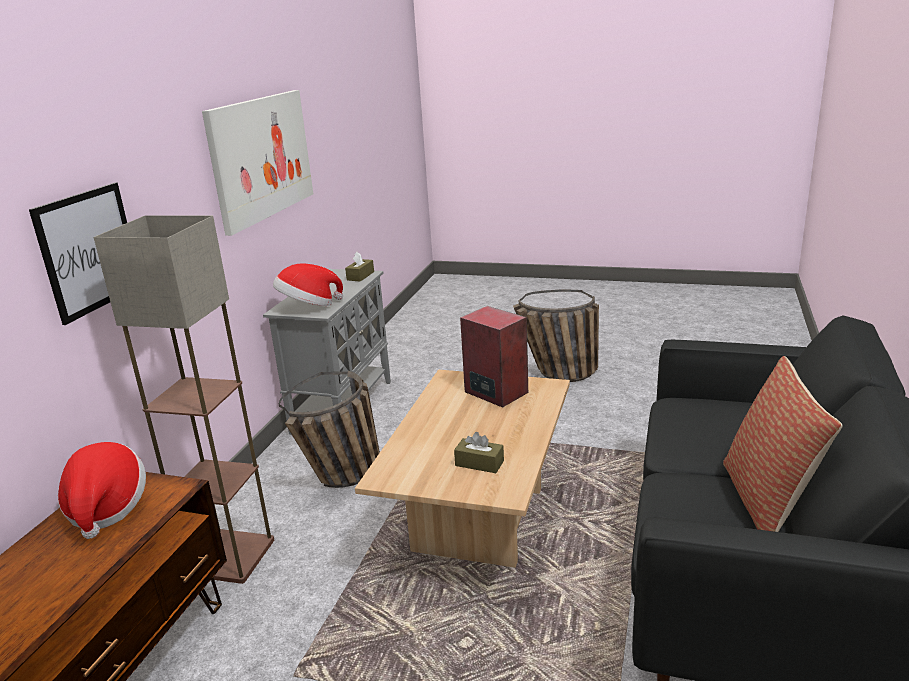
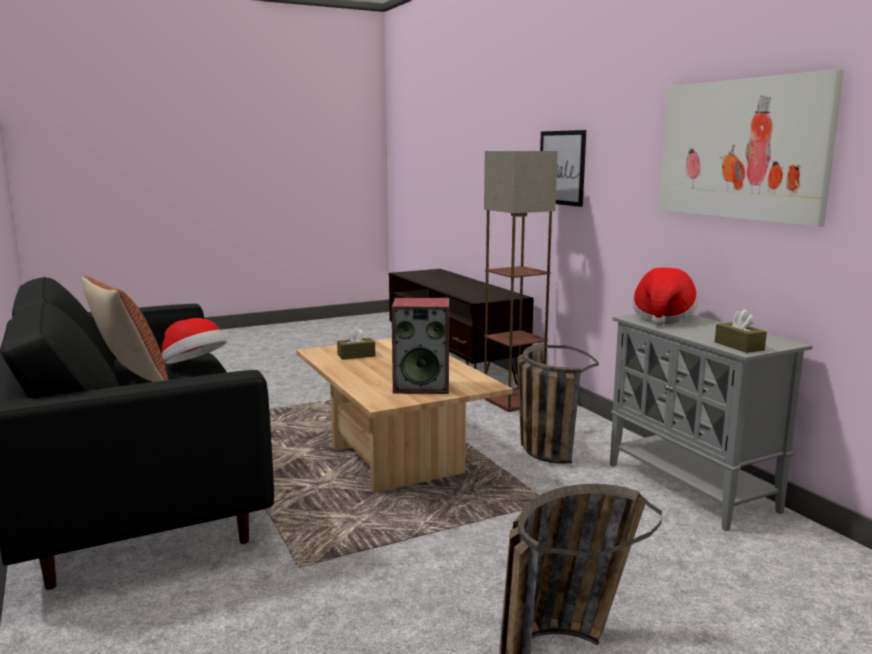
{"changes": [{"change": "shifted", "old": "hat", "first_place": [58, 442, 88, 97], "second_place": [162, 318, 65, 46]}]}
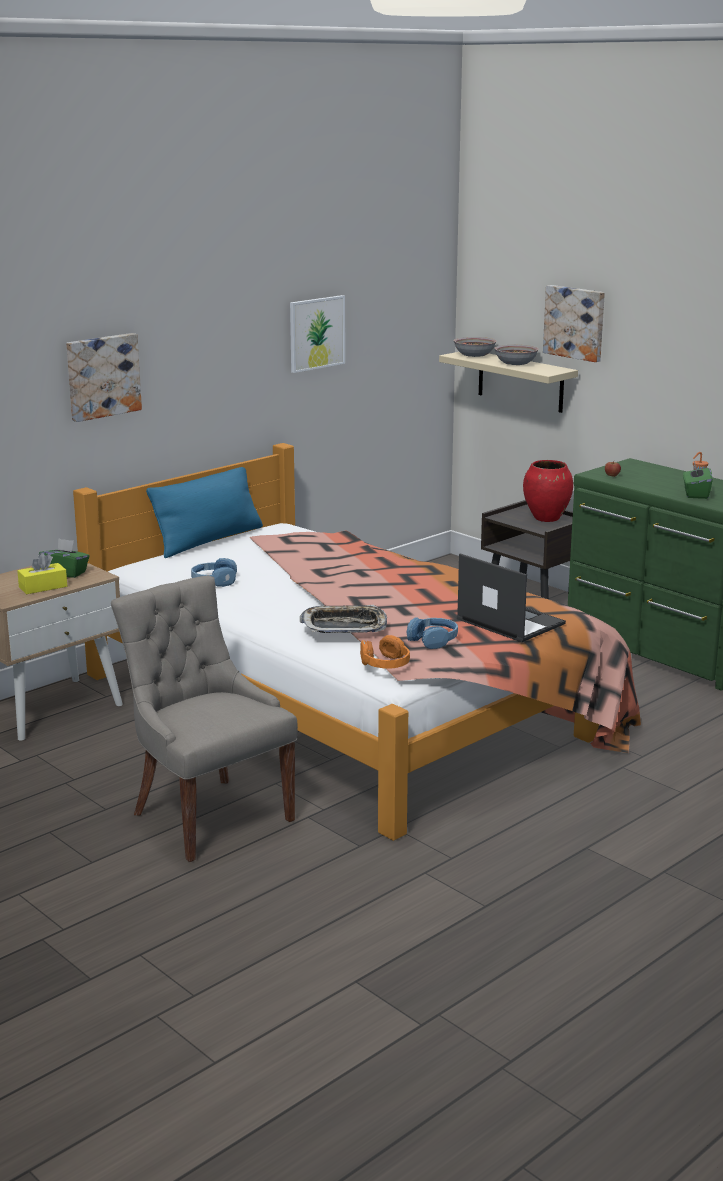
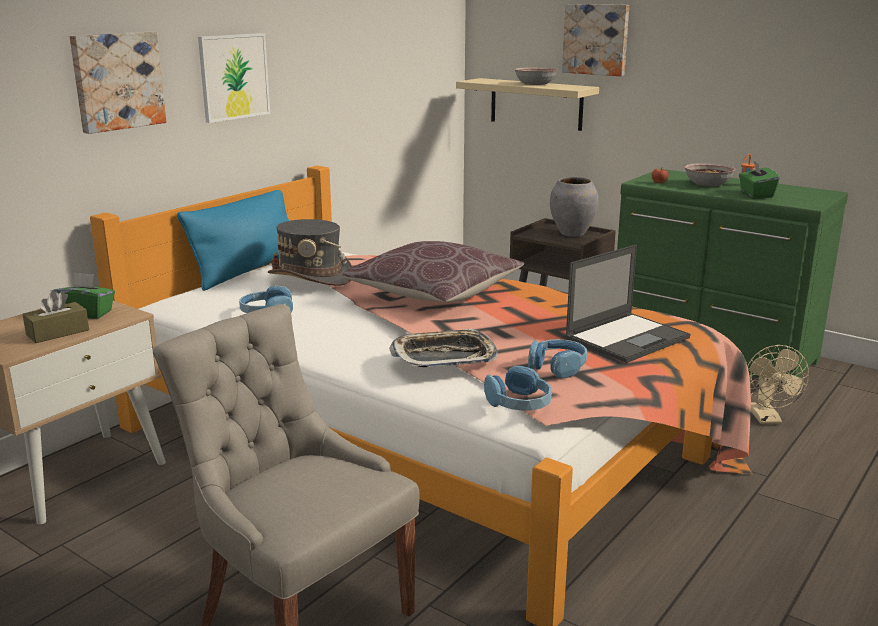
{"changes": [{"change": "repainted", "old": "yellow tissue box", "new": "brown tissue box", "first_place": [17, 553, 50, 41], "second_place": [22, 290, 67, 53]}, {"change": "shifted", "old": "picture", "first_place": [290, 295, 55, 78], "second_place": [198, 33, 72, 90]}, {"change": "repainted", "old": "orange headphones", "new": "blue headphones", "first_place": [360, 635, 50, 34], "second_place": [484, 366, 68, 45]}, {"change": "shifted", "old": "bowl", "first_place": [454, 337, 42, 20], "second_place": [684, 163, 52, 23]}, {"change": "rotated", "old": "laptop", "first_place": [457, 554, 109, 88], "second_place": [565, 245, 126, 118], "degrees": 105}, {"change": "repainted", "old": "red vase", "new": "grey vase", "first_place": [523, 460, 50, 62], "second_place": [550, 177, 48, 60]}, {"change": "new", "new": "grey hat", "second_place": [268, 219, 84, 67]}, {"change": "new", "new": "brown pillow", "second_place": [342, 241, 182, 62]}, {"change": "new", "new": "beige fan", "second_place": [747, 345, 62, 79]}]}
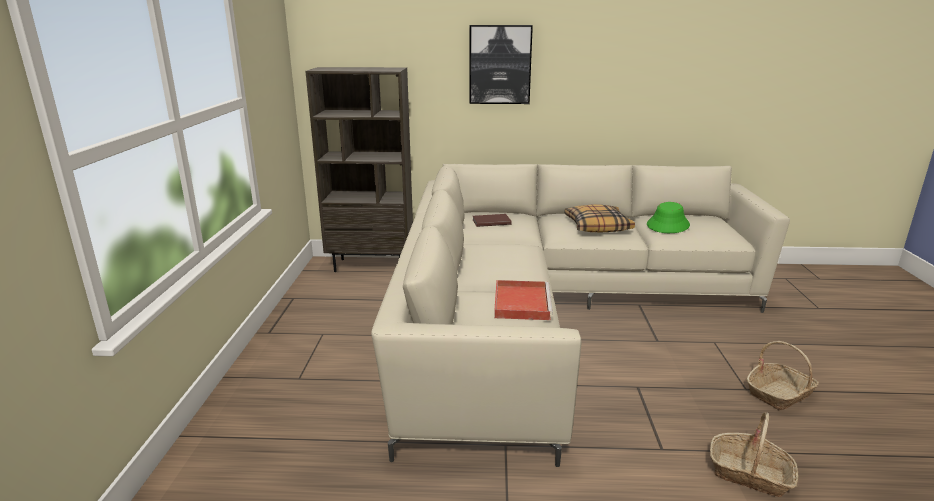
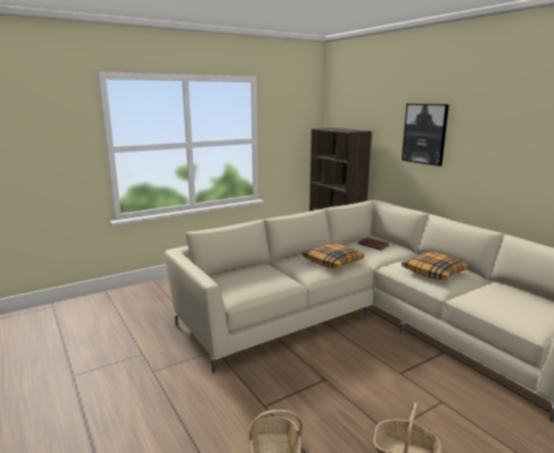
{"changes": [{"change": "gone", "old": "red tray", "first_place": [494, 280, 59, 40]}, {"change": "gone", "old": "green hat", "first_place": [647, 202, 43, 31]}, {"change": "new", "new": "pillow", "second_place": [303, 243, 61, 26]}]}
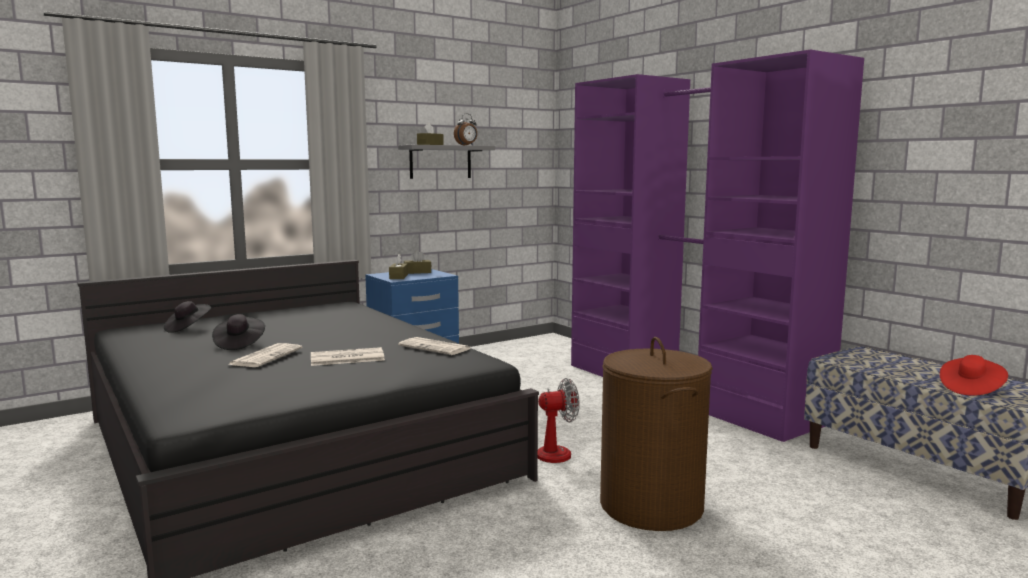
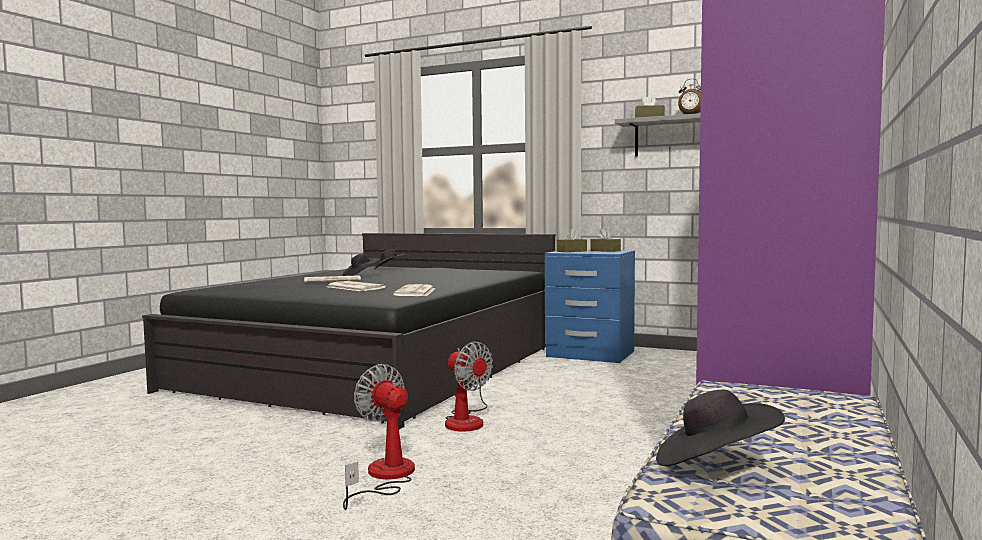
{"changes": [{"change": "swapped", "old": "brown laundry basket", "new": "fan", "first_place": [600, 337, 113, 194], "second_place": [343, 364, 72, 146]}, {"change": "repainted", "old": "red hat", "new": "black hat", "first_place": [940, 355, 68, 41], "second_place": [656, 390, 129, 76]}]}
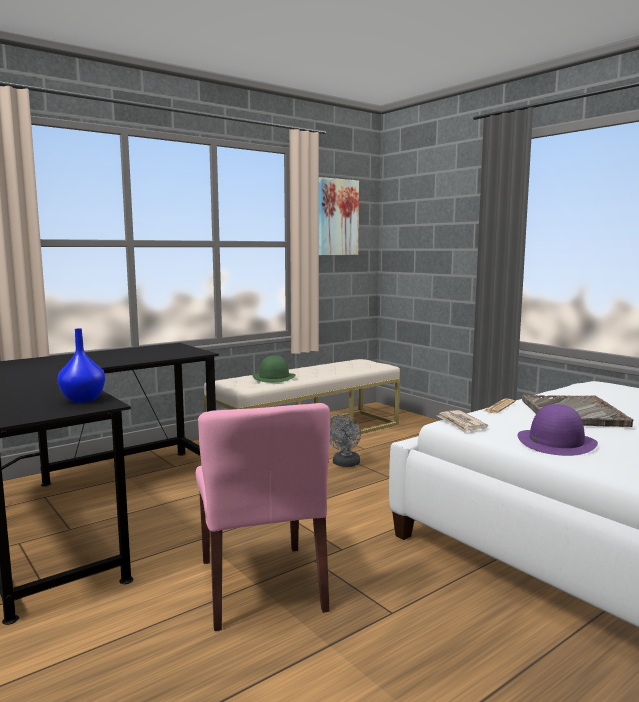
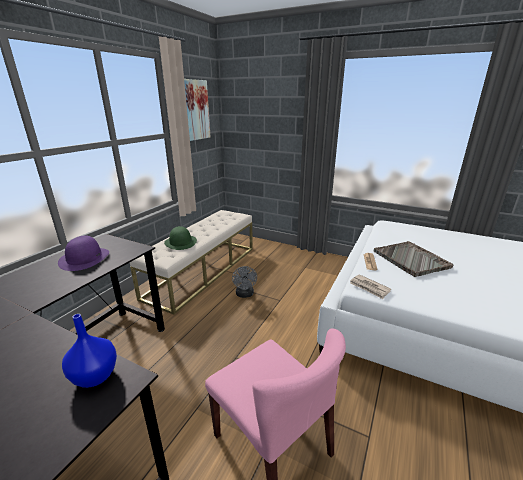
{"changes": [{"change": "shifted", "old": "purple hat", "first_place": [517, 404, 81, 52], "second_place": [58, 235, 51, 36]}]}
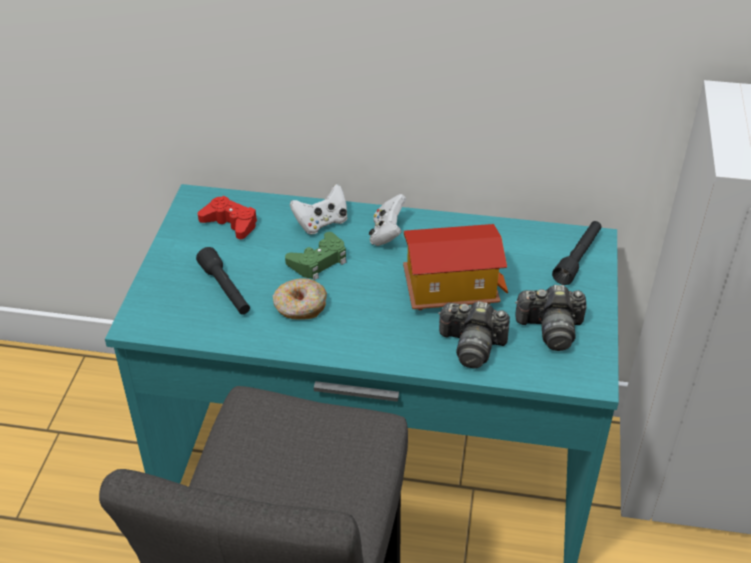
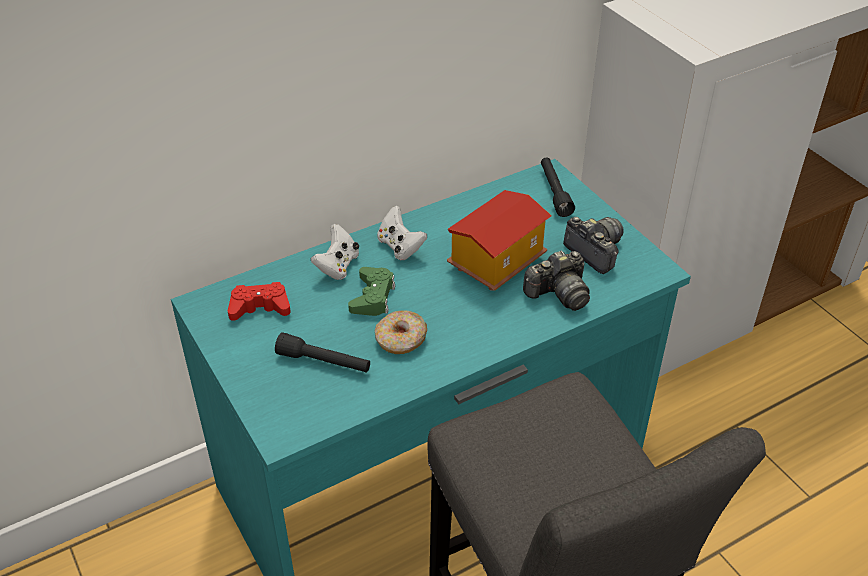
{"changes": [{"change": "rotated", "old": "photo camera", "first_place": [515, 285, 72, 66], "second_place": [563, 217, 61, 57], "degrees": -90}]}
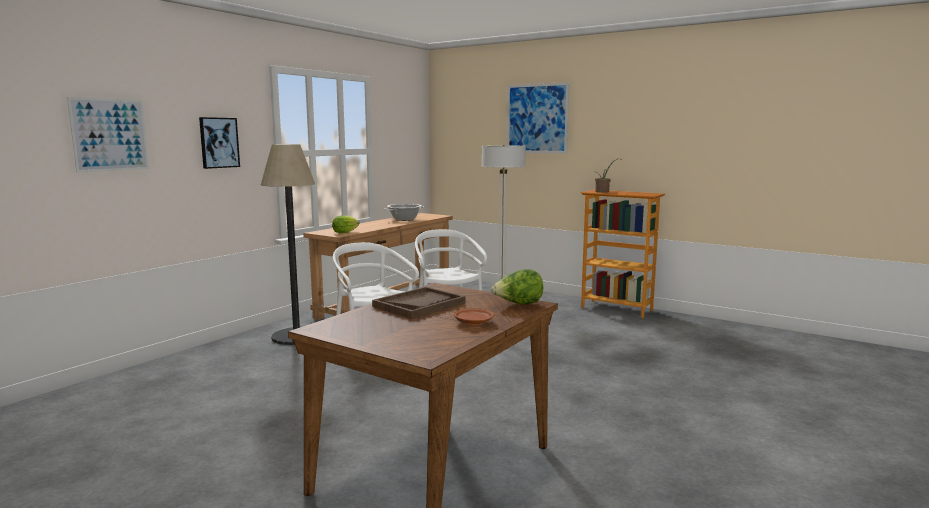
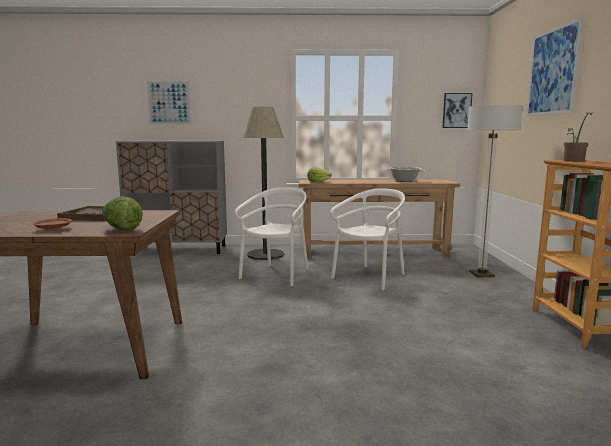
{"changes": [{"change": "shifted", "old": "picture", "first_place": [199, 117, 41, 52], "second_place": [442, 93, 31, 35]}, {"change": "new", "new": "grey cabinet", "second_place": [116, 141, 111, 113]}]}
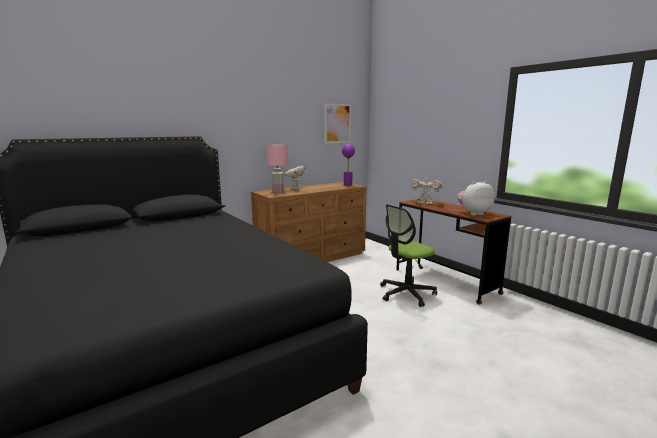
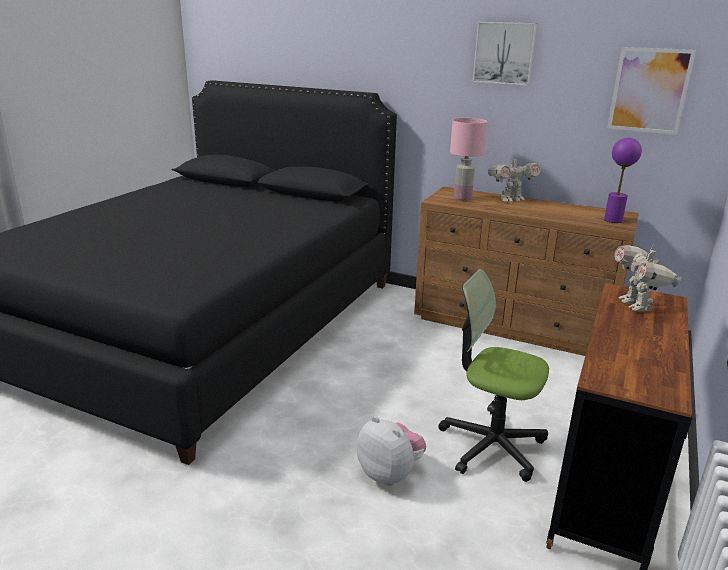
{"changes": [{"change": "shifted", "old": "plush toy", "first_place": [457, 181, 38, 35], "second_place": [357, 416, 69, 70]}, {"change": "new", "new": "picture", "second_place": [473, 22, 64, 64]}]}
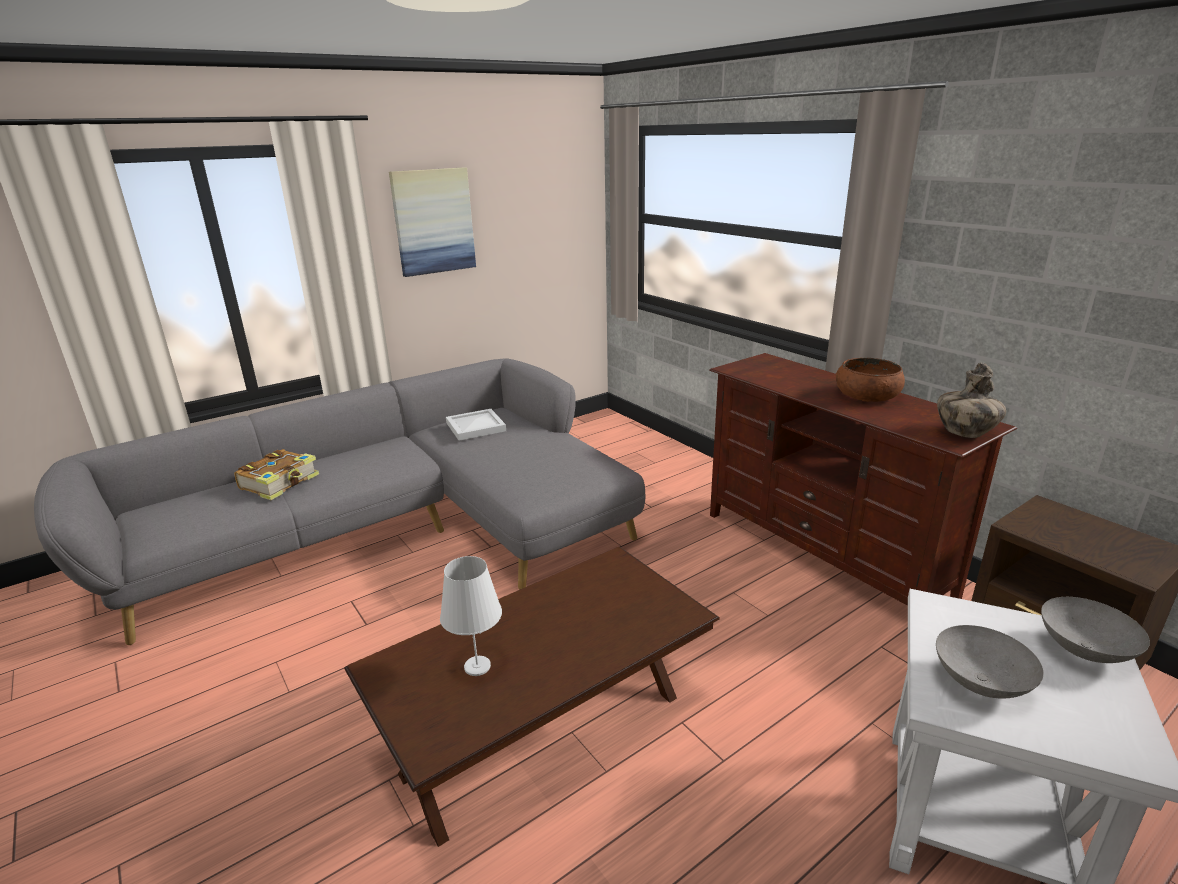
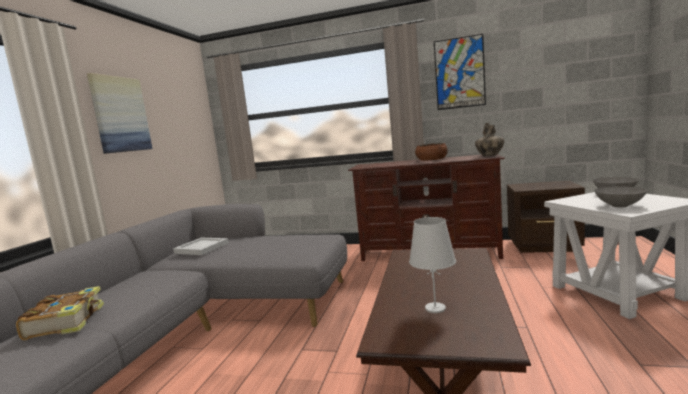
{"changes": [{"change": "new", "new": "picture", "second_place": [434, 34, 52, 76]}]}
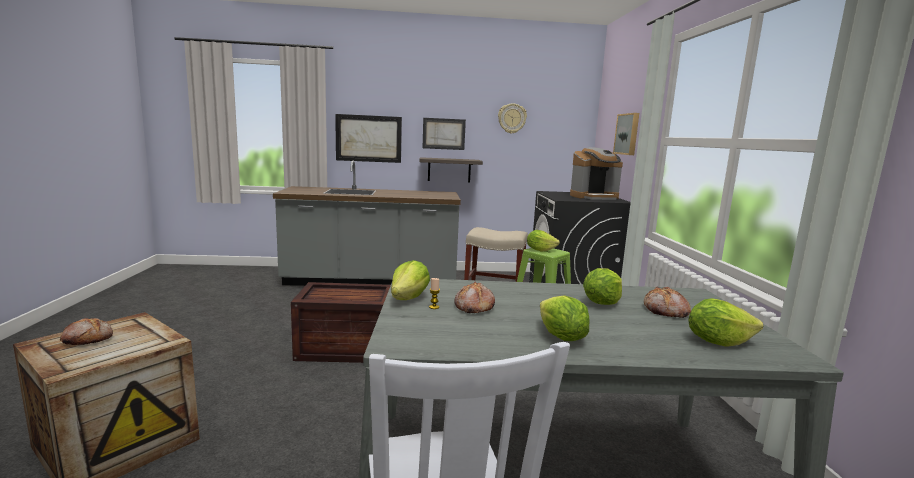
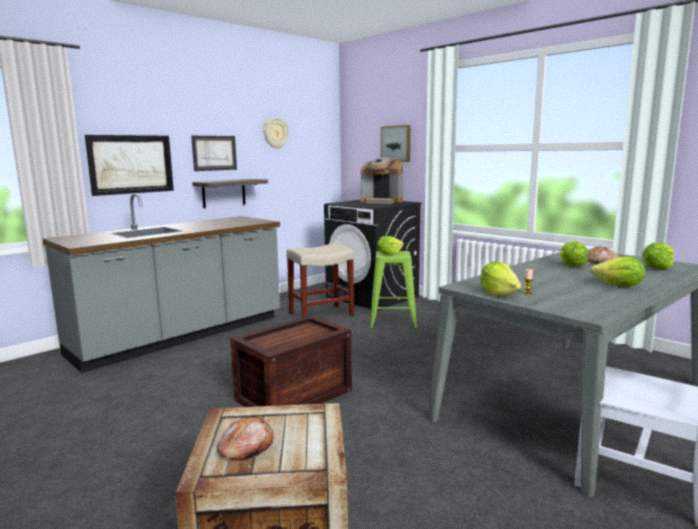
{"changes": [{"change": "gone", "old": "bread", "first_place": [454, 282, 41, 31]}, {"change": "rotated", "old": "coffee machine", "first_place": [570, 147, 53, 53], "second_place": [361, 157, 42, 47], "degrees": 75}]}
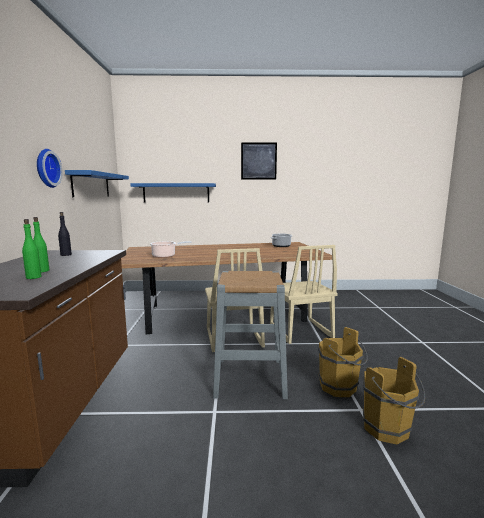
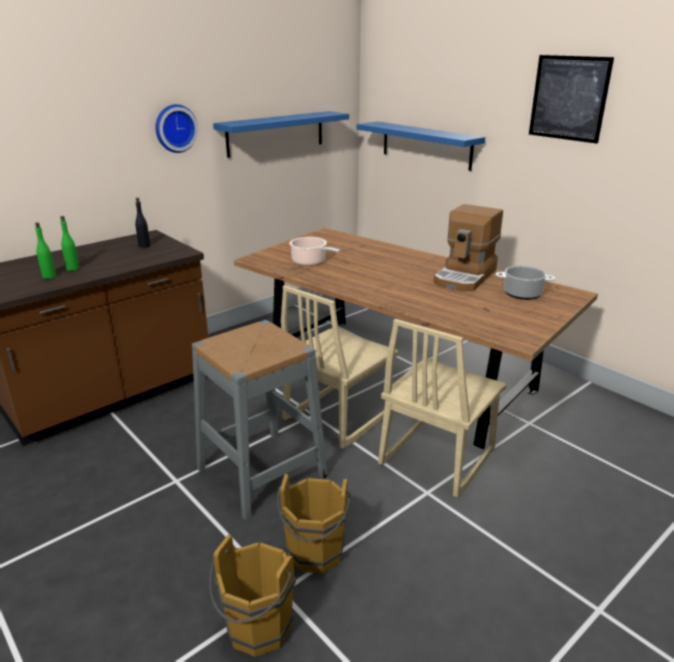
{"changes": [{"change": "new", "new": "coffee machine", "second_place": [434, 204, 69, 88]}]}
